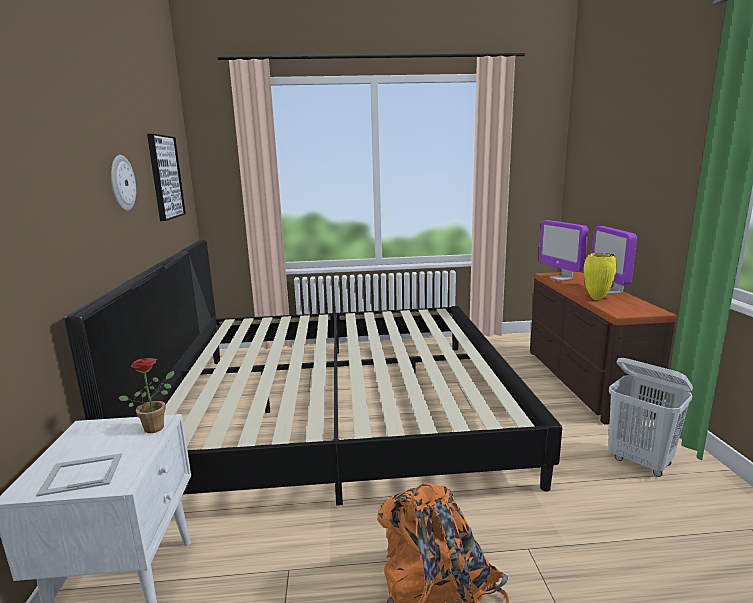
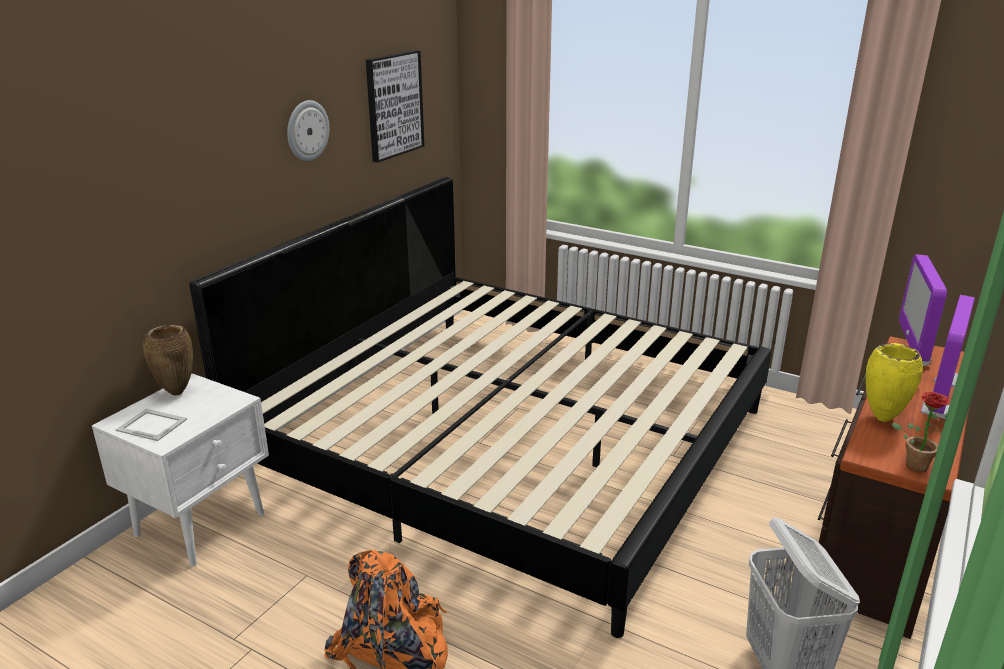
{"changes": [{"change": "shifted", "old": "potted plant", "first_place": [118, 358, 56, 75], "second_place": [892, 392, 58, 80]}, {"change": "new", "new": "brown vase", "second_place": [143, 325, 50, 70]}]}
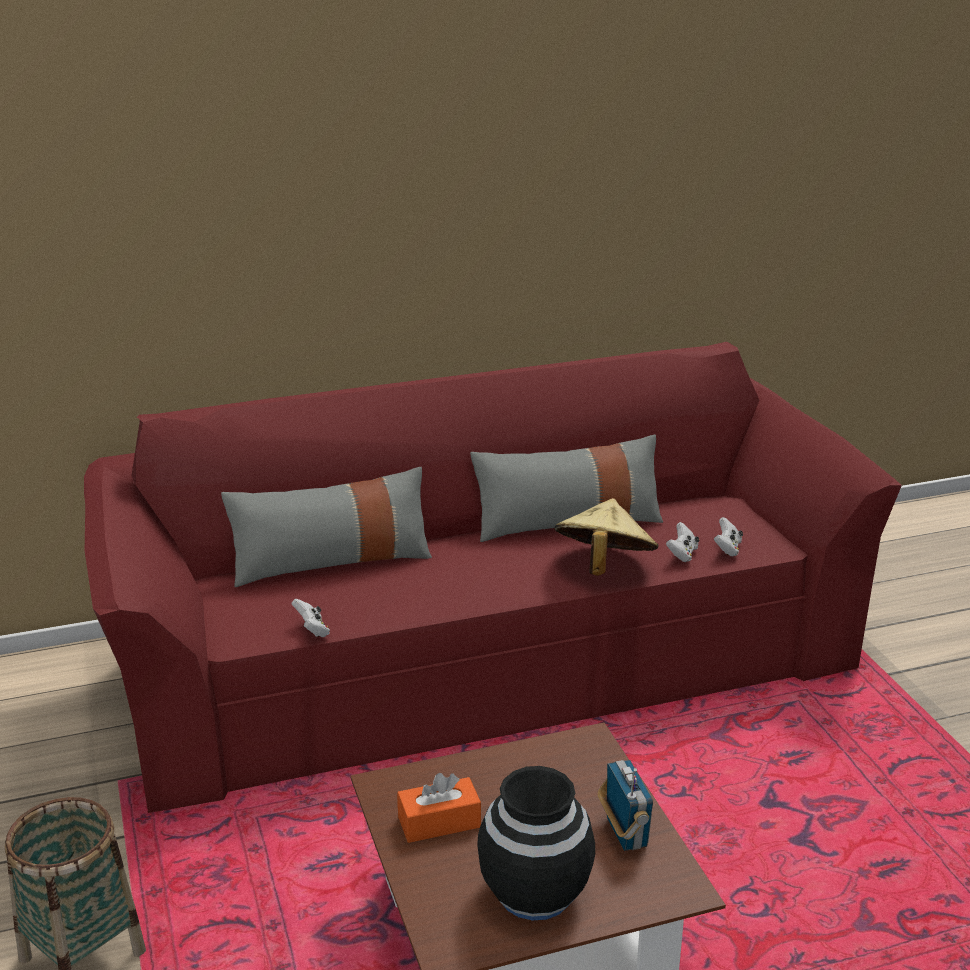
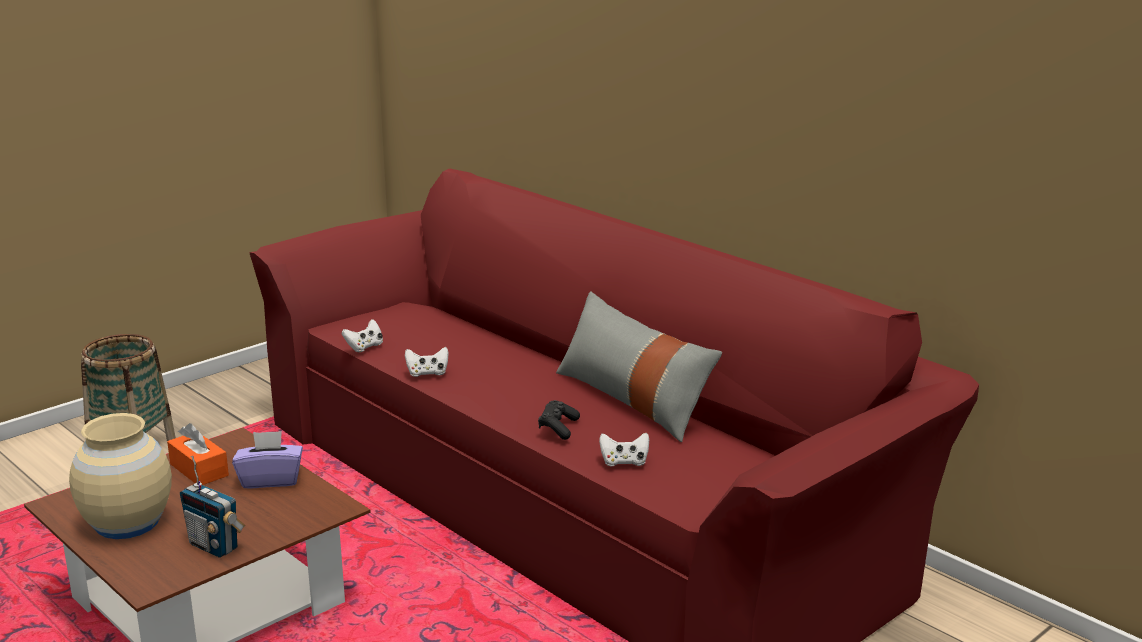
{"changes": [{"change": "gone", "old": "grey pillow", "first_place": [221, 467, 211, 120]}, {"change": "repainted", "old": "black vase", "new": "beige vase", "first_place": [477, 766, 118, 155], "second_place": [69, 413, 103, 126]}, {"change": "swapped", "old": "beige hat", "new": "black game controller", "first_place": [554, 498, 105, 78], "second_place": [538, 400, 42, 40]}, {"change": "rotated", "old": "radio", "first_place": [598, 760, 55, 91], "second_place": [180, 456, 65, 102], "degrees": 75}, {"change": "shifted", "old": "white game controller", "first_place": [714, 517, 29, 39], "second_place": [405, 347, 44, 30]}, {"change": "new", "new": "purple tissue box", "second_place": [232, 431, 71, 57]}]}
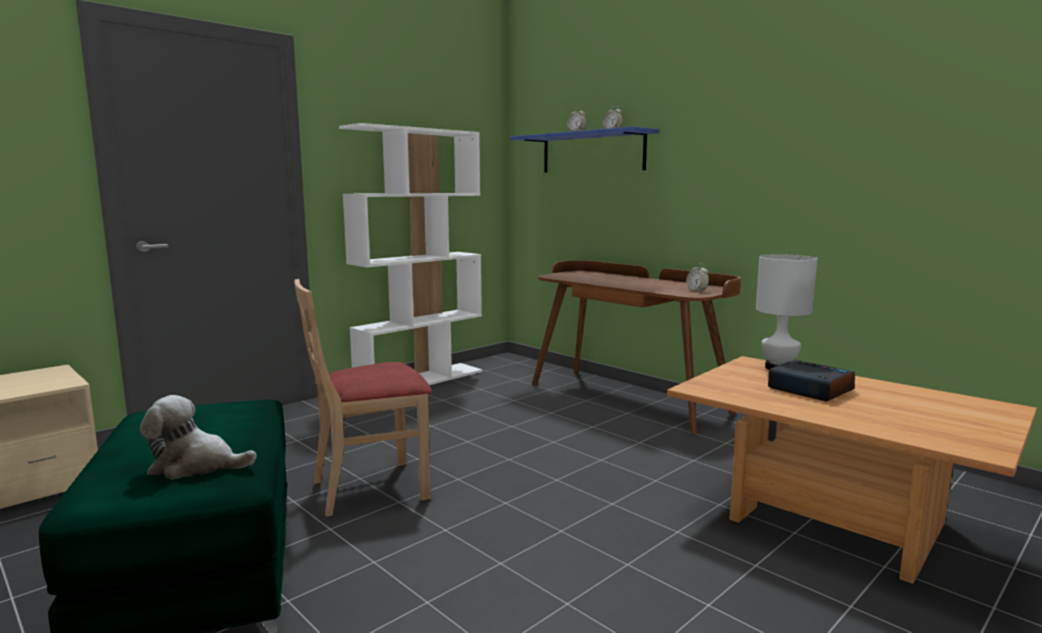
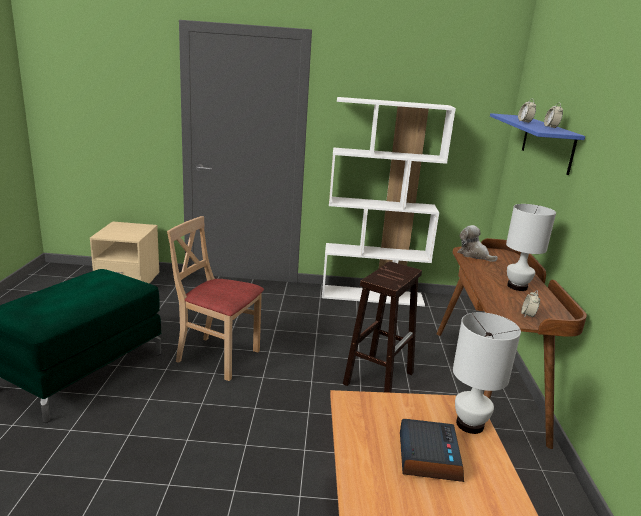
{"changes": [{"change": "shifted", "old": "plush toy", "first_place": [140, 395, 117, 85], "second_place": [457, 225, 41, 37]}, {"change": "new", "new": "brown stool", "second_place": [343, 261, 79, 132]}, {"change": "new", "new": "white table lamp", "second_place": [506, 204, 50, 87]}]}
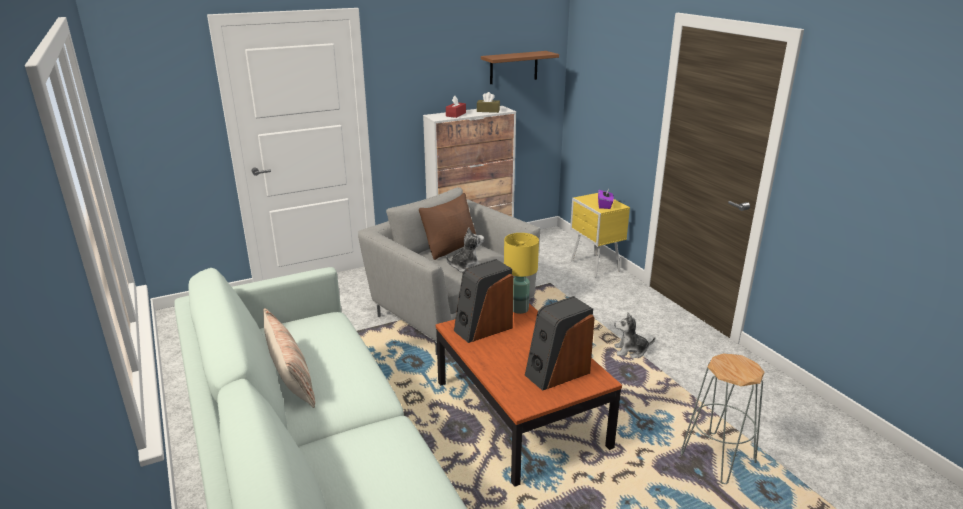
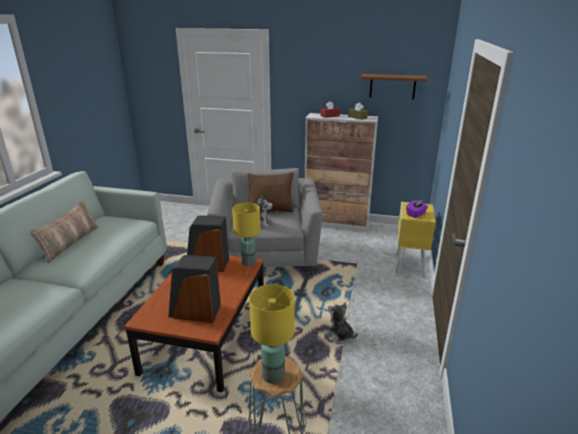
{"changes": [{"change": "new", "new": "yellow table lamp", "second_place": [249, 284, 46, 100]}]}
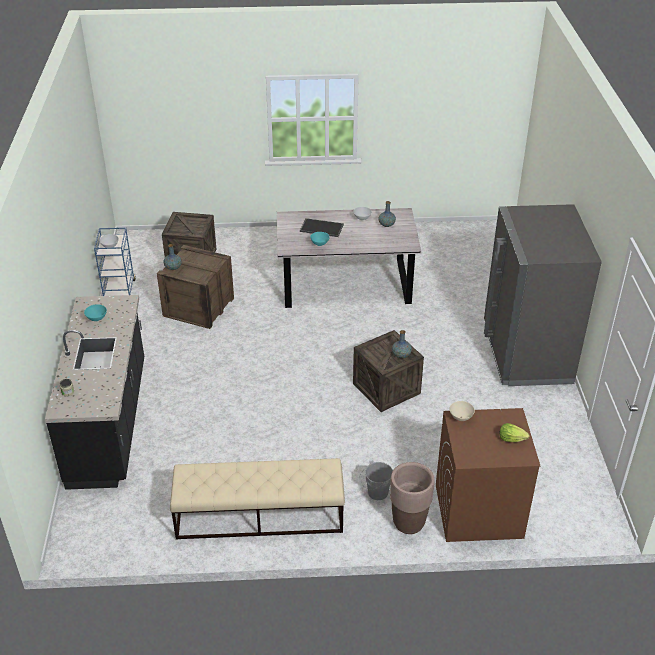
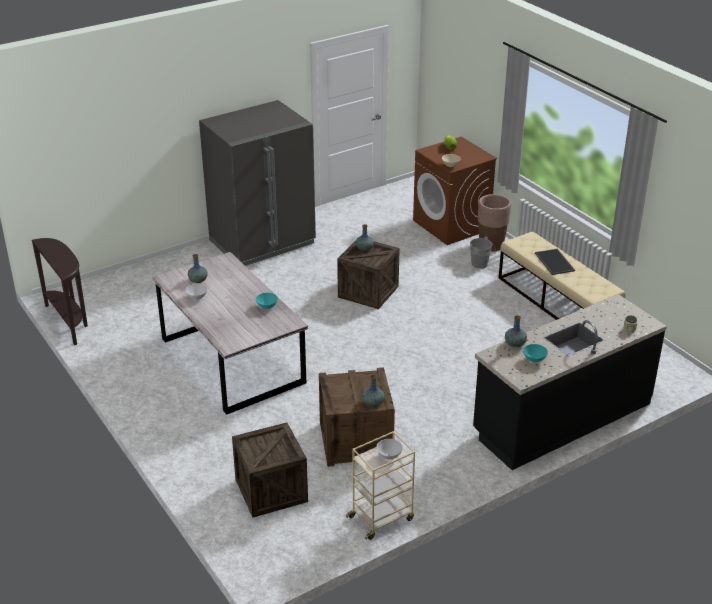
{"changes": [{"change": "repainted", "old": "blue cart", "new": "beige cart", "first_place": [94, 227, 42, 69], "second_place": [346, 431, 69, 109]}, {"change": "shifted", "old": "tray", "first_place": [300, 218, 44, 19], "second_place": [535, 249, 40, 26]}, {"change": "new", "new": "brown console table", "second_place": [31, 238, 57, 107]}, {"change": "new", "new": "vase", "second_place": [505, 315, 22, 32]}]}
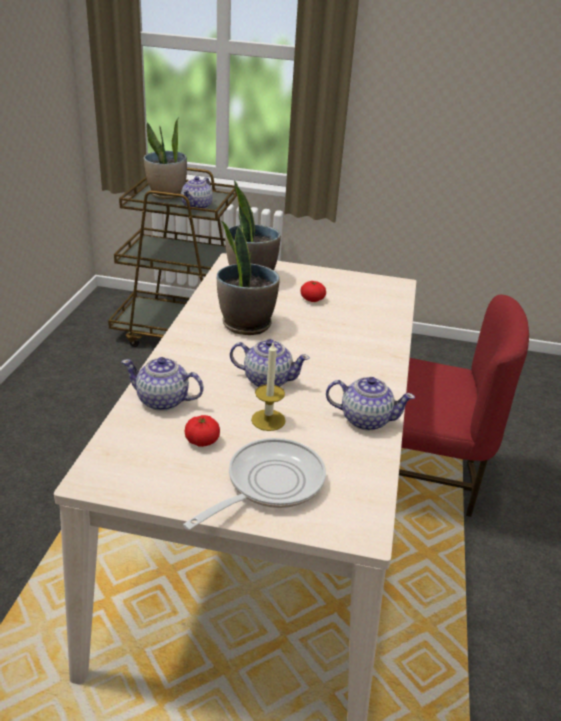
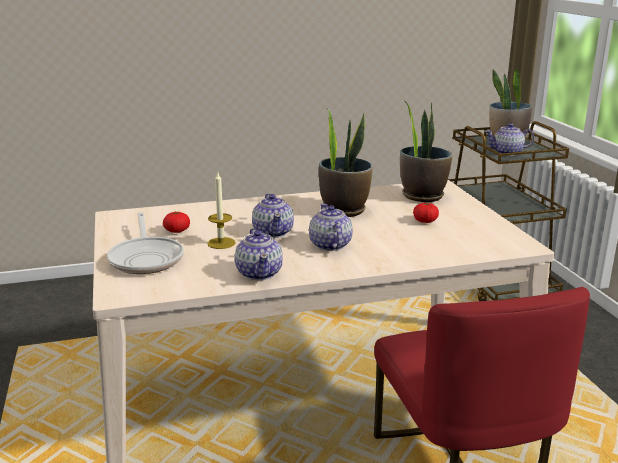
{"changes": [{"change": "shifted", "old": "teapot", "first_place": [121, 357, 83, 54], "second_place": [309, 204, 44, 47]}, {"change": "rotated", "old": "frying pan", "first_place": [183, 438, 143, 92], "second_place": [107, 212, 77, 62], "degrees": 60}]}
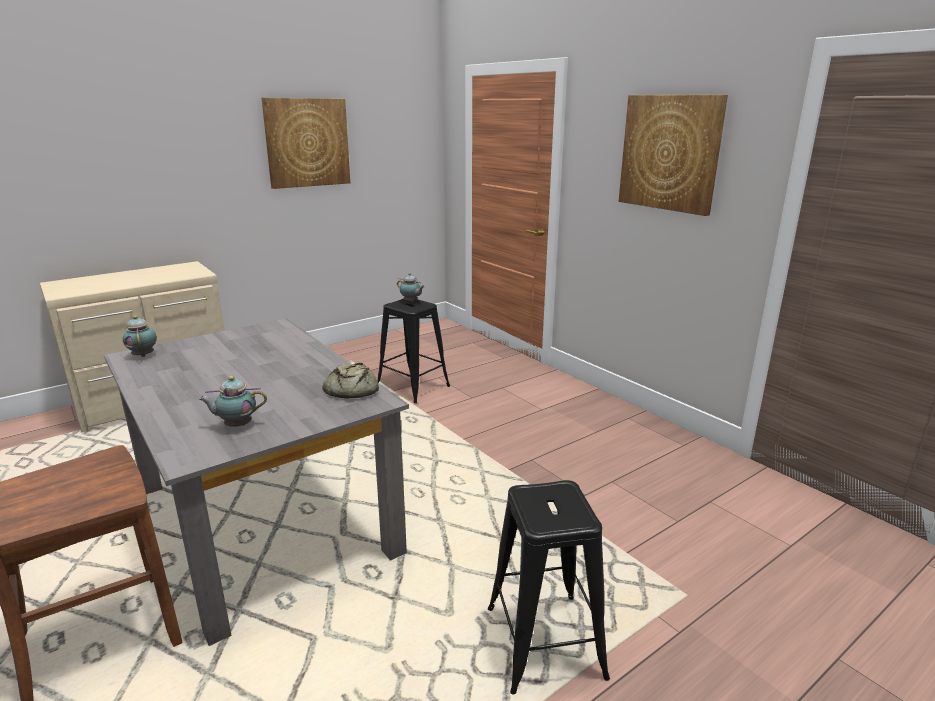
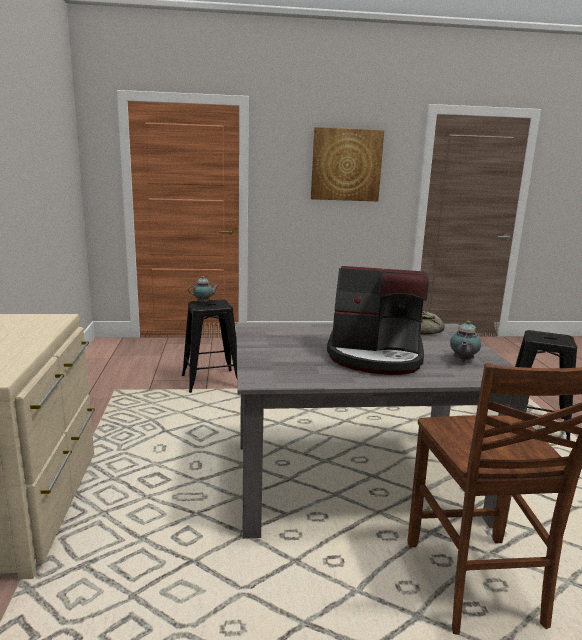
{"changes": [{"change": "gone", "old": "teapot", "first_place": [123, 316, 34, 41]}, {"change": "gone", "old": "picture", "first_place": [262, 98, 88, 91]}, {"change": "new", "new": "coffee machine", "second_place": [327, 266, 102, 109]}]}
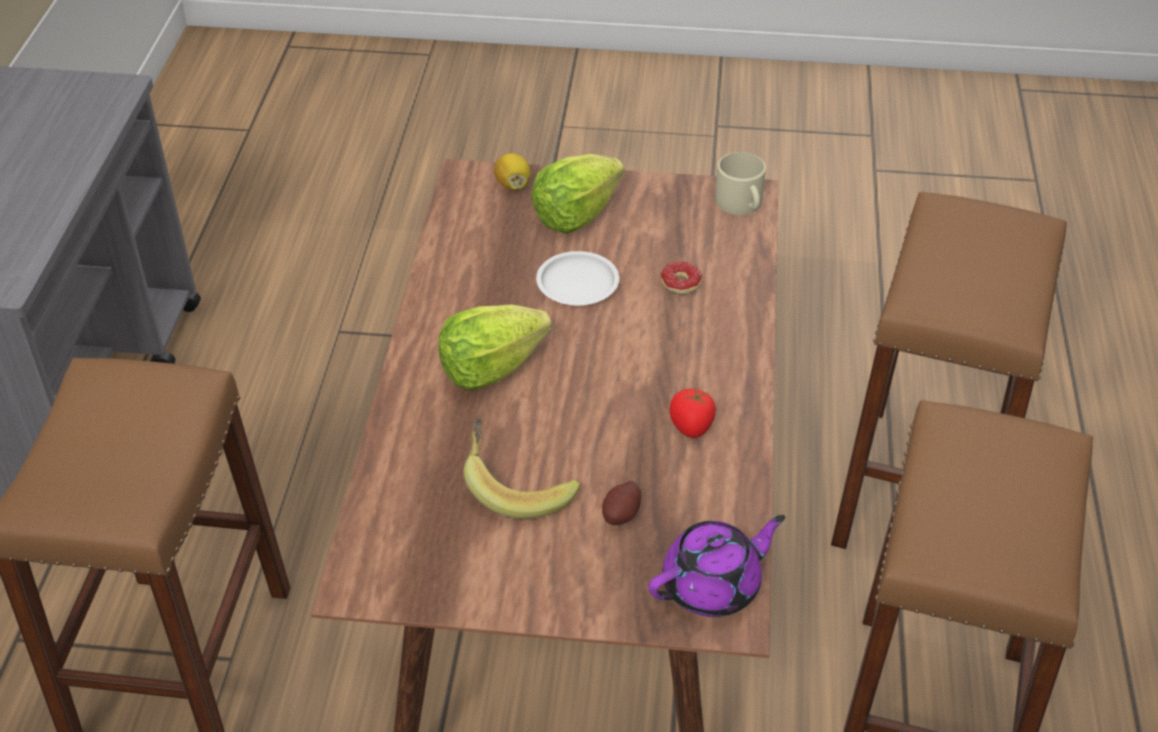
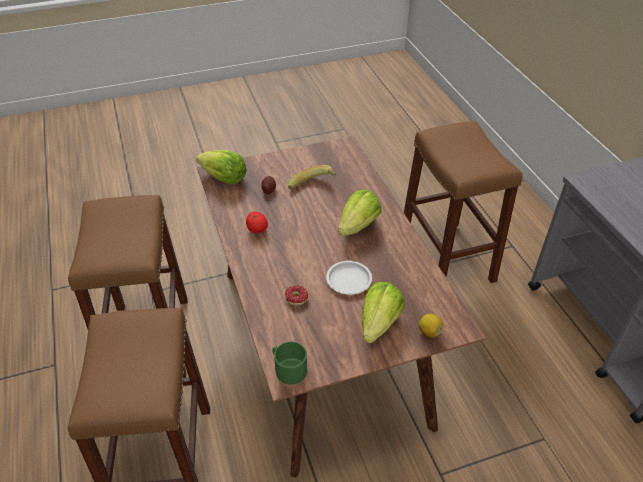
{"changes": [{"change": "swapped", "old": "purple teapot", "new": "lettuce", "first_place": [649, 515, 136, 102], "second_place": [196, 150, 51, 35]}, {"change": "repainted", "old": "beige mug", "new": "green mug", "first_place": [715, 152, 51, 63], "second_place": [272, 341, 35, 44]}]}
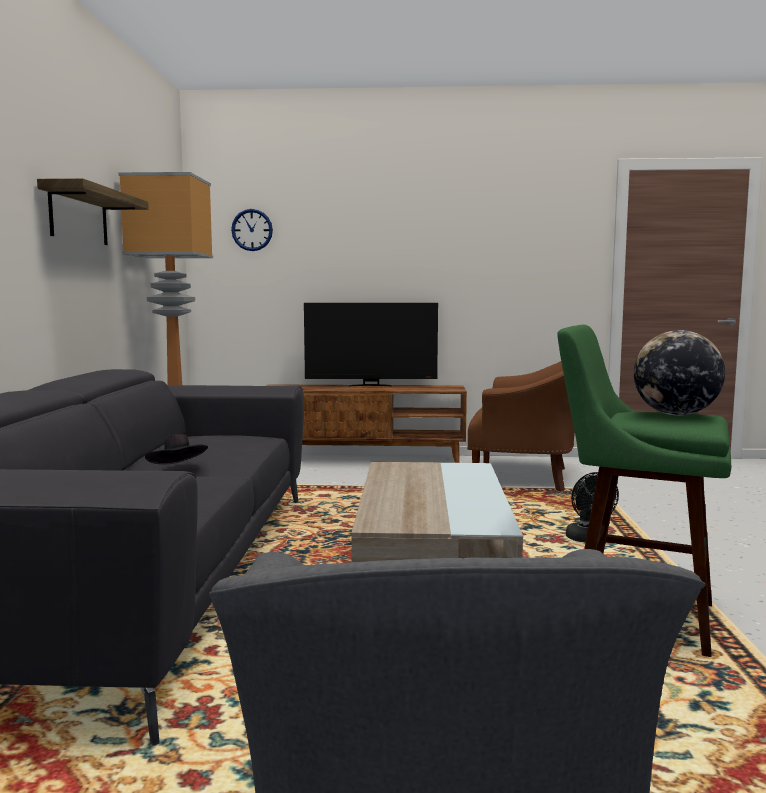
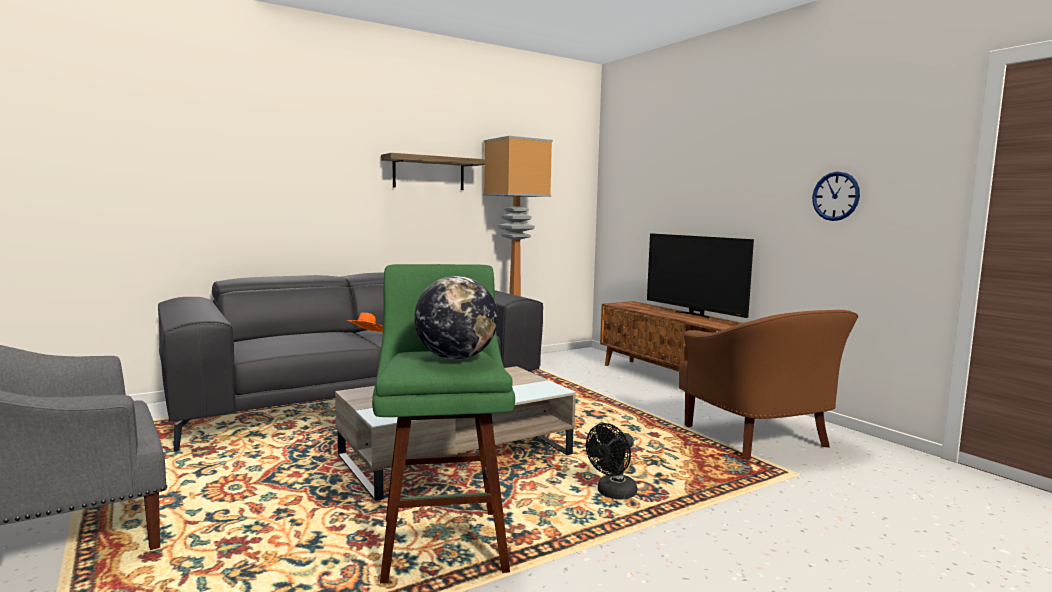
{"changes": [{"change": "repainted", "old": "black hat", "new": "orange hat", "first_place": [145, 434, 63, 31], "second_place": [347, 313, 36, 19]}, {"change": "shifted", "old": "wall clock", "first_place": [231, 209, 42, 42], "second_place": [812, 172, 48, 49]}]}
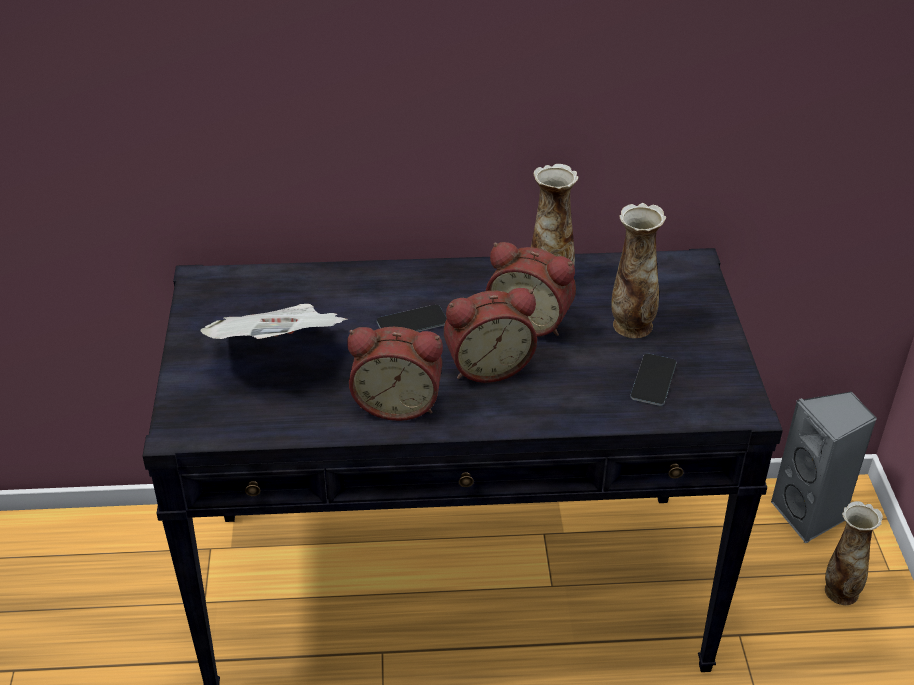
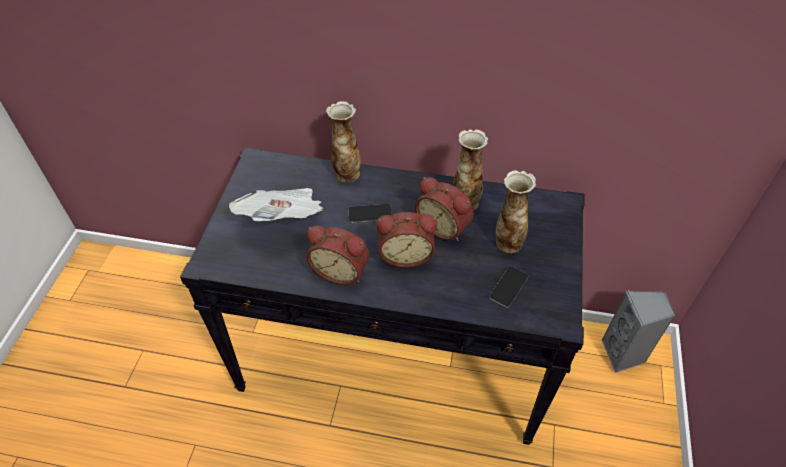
{"changes": [{"change": "shifted", "old": "vase", "first_place": [825, 501, 58, 104], "second_place": [326, 101, 35, 82]}]}
